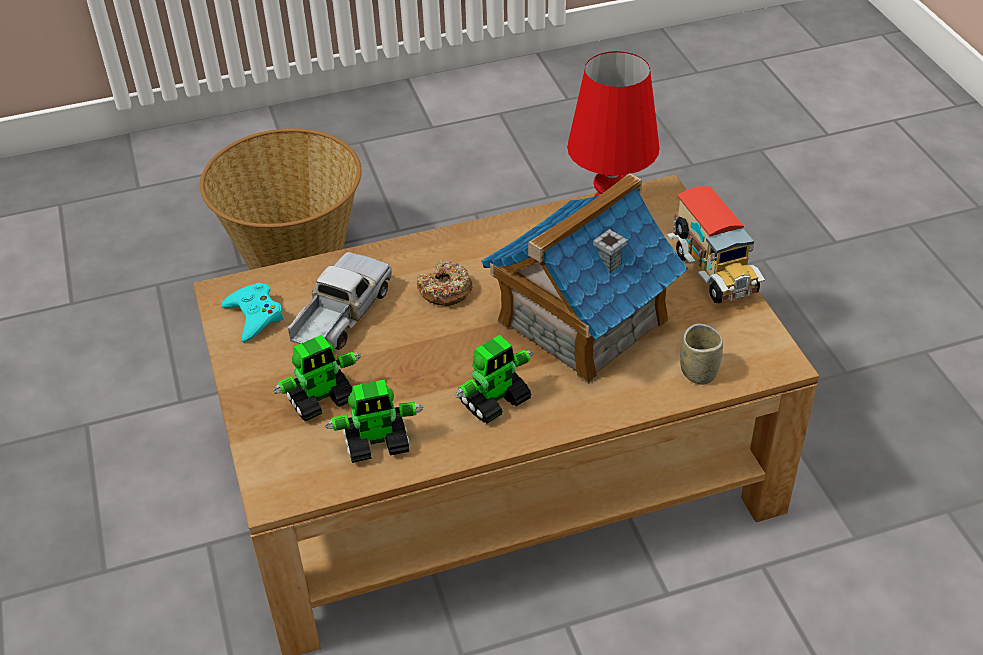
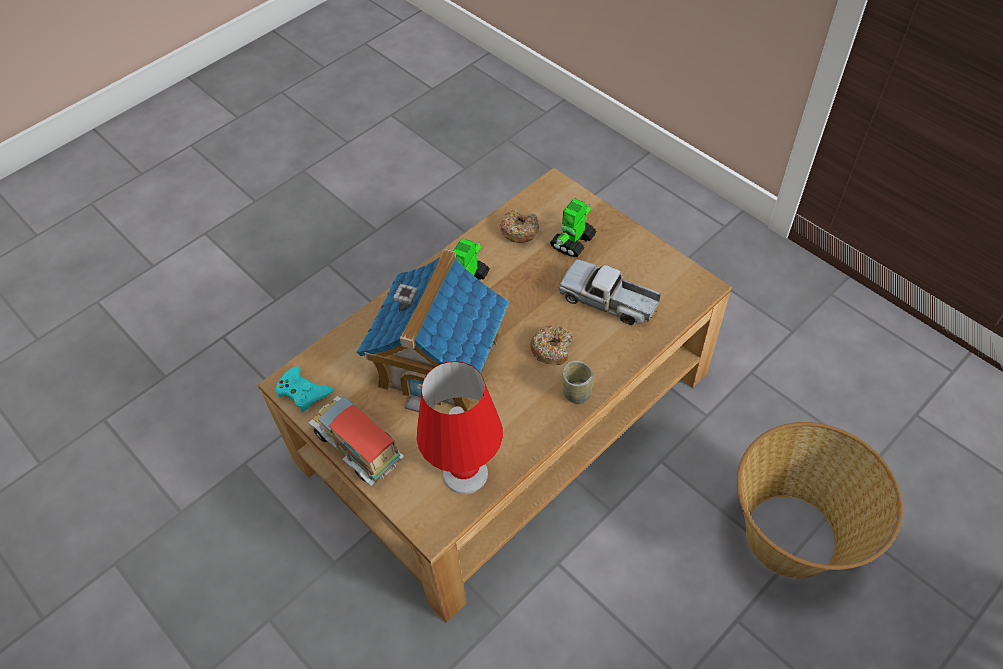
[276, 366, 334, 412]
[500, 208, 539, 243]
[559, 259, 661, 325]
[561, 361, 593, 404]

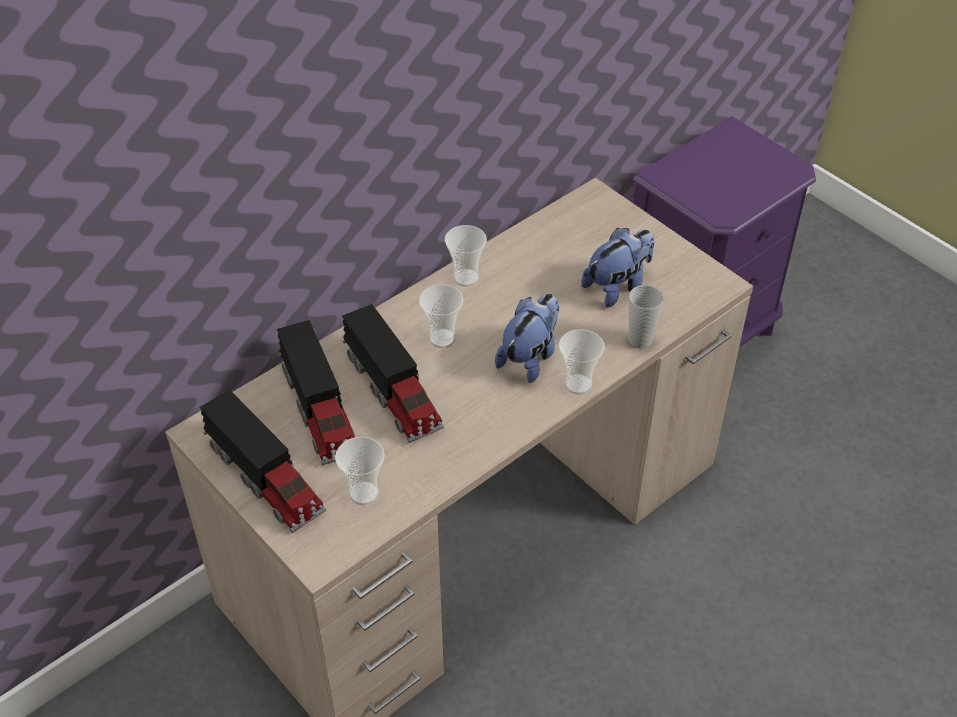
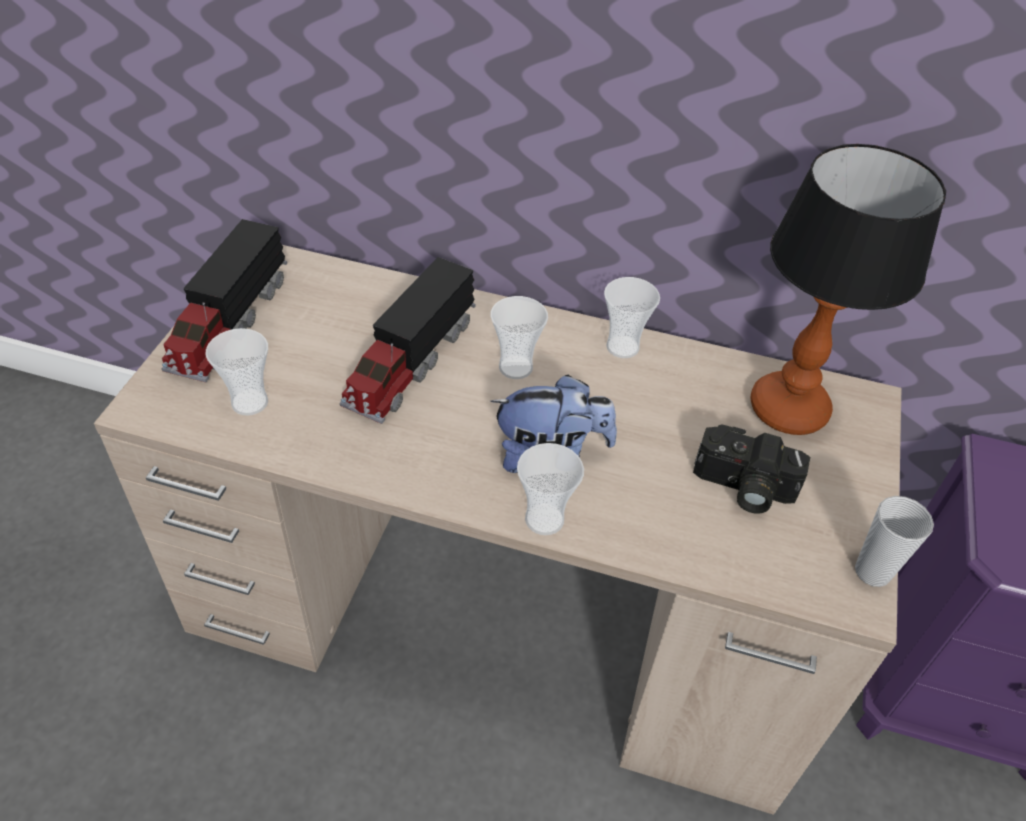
[693, 425, 810, 514]
[751, 144, 946, 435]
[855, 496, 934, 587]
[277, 320, 355, 465] (first image)

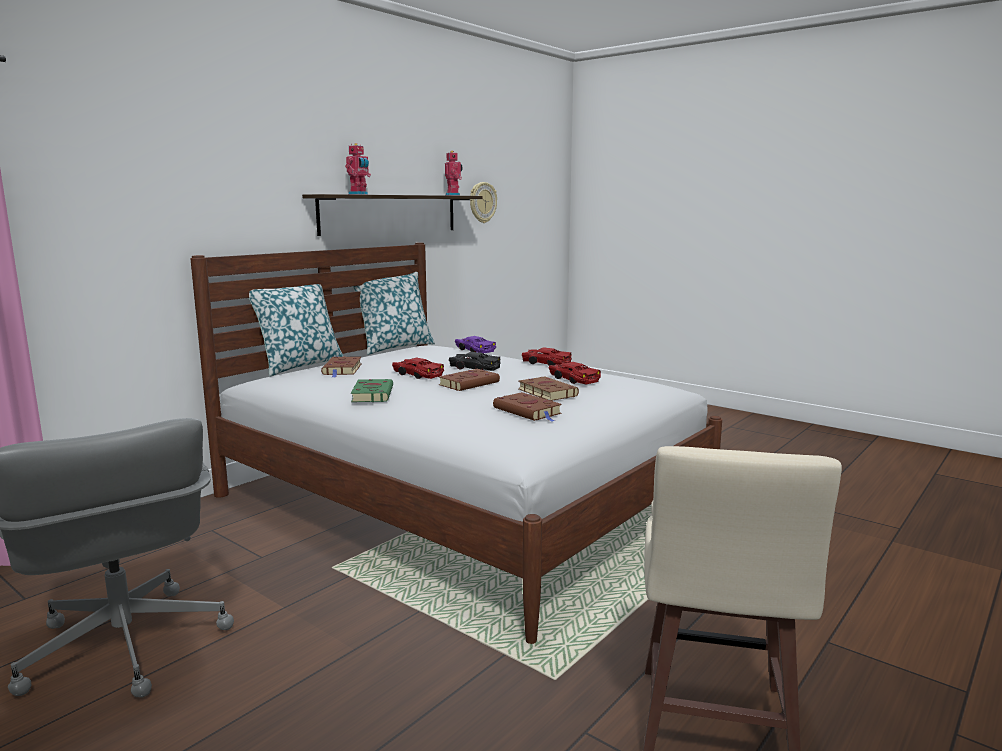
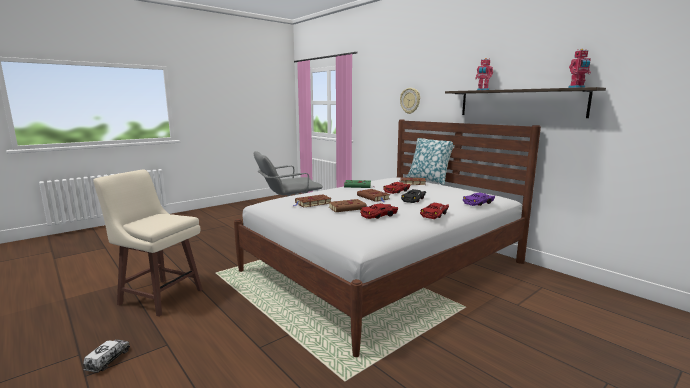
[83, 339, 130, 373]
[400, 88, 420, 114]
[353, 272, 435, 355] (first image)

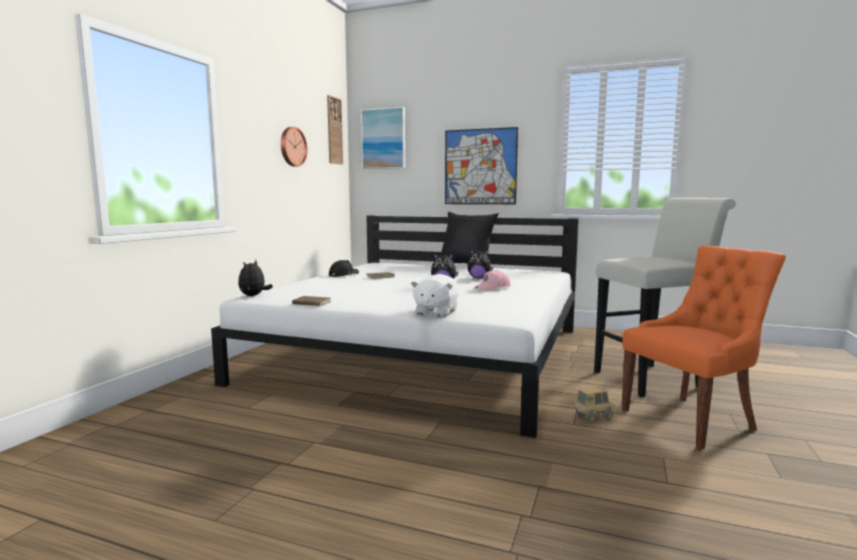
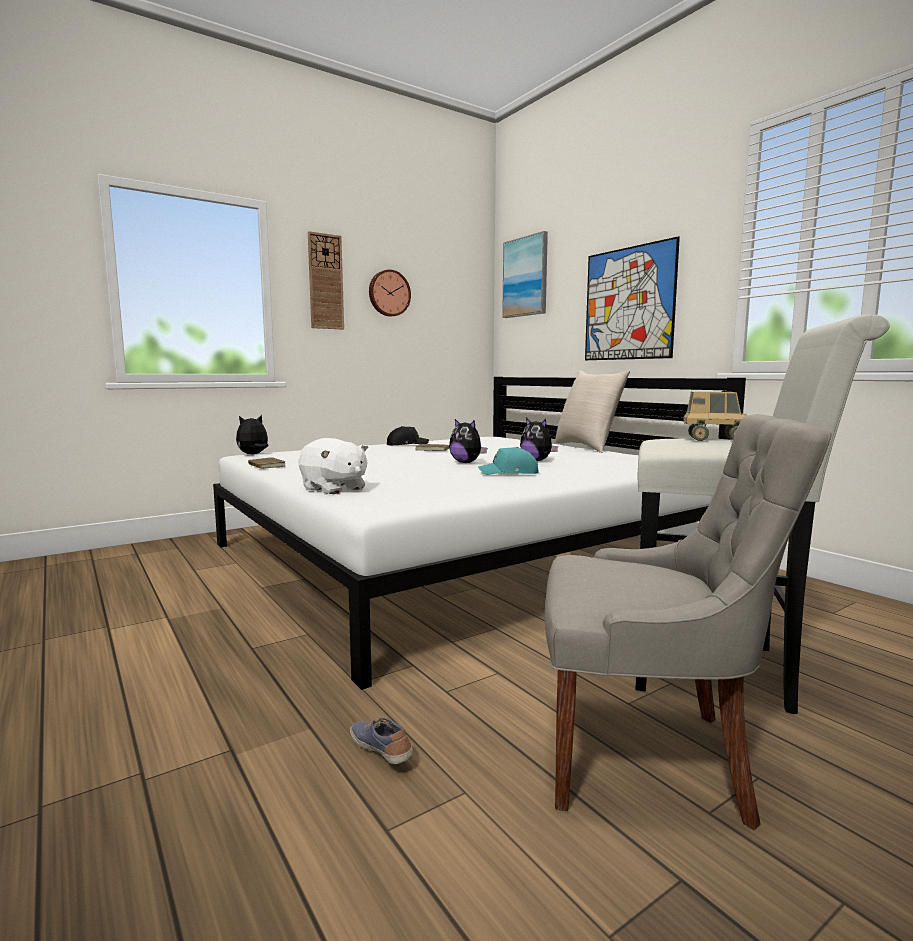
[298, 438, 368, 494]
[308, 231, 344, 330]
[350, 717, 413, 764]
[478, 447, 538, 475]
[545, 414, 832, 830]
[555, 370, 630, 453]
[683, 392, 747, 441]

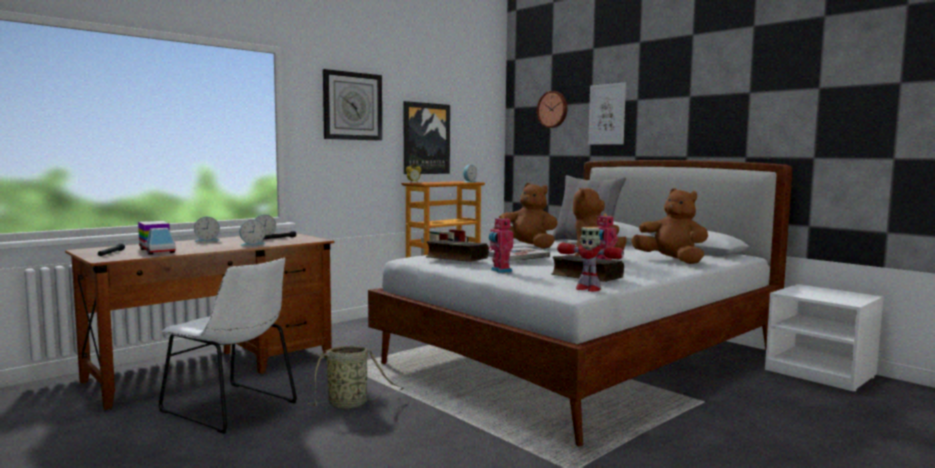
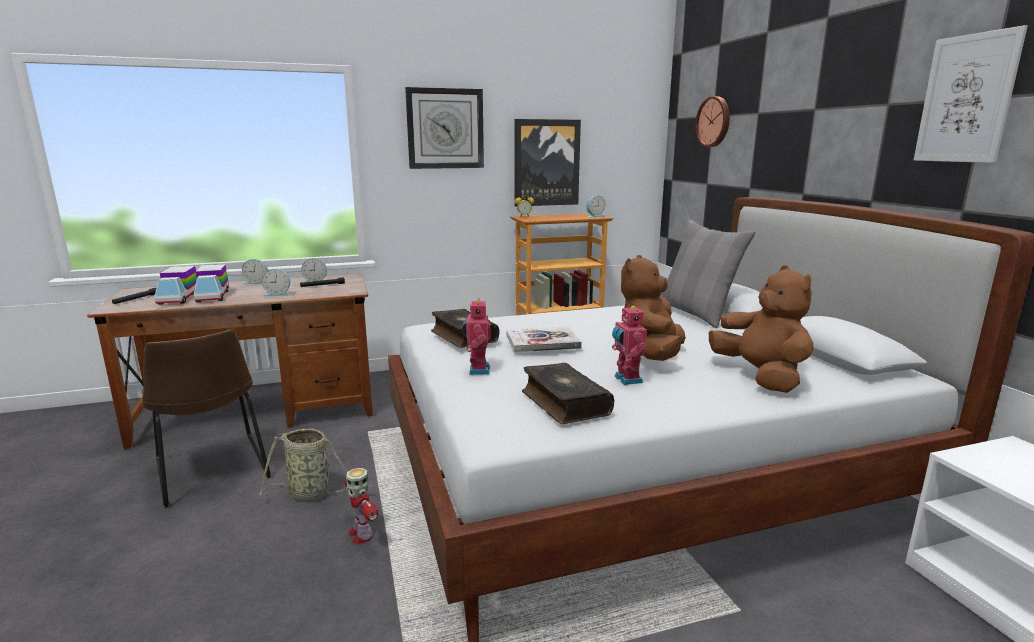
[142, 330, 271, 508]
[194, 264, 229, 302]
[344, 468, 379, 544]
[914, 25, 1028, 163]
[493, 183, 558, 249] (first image)

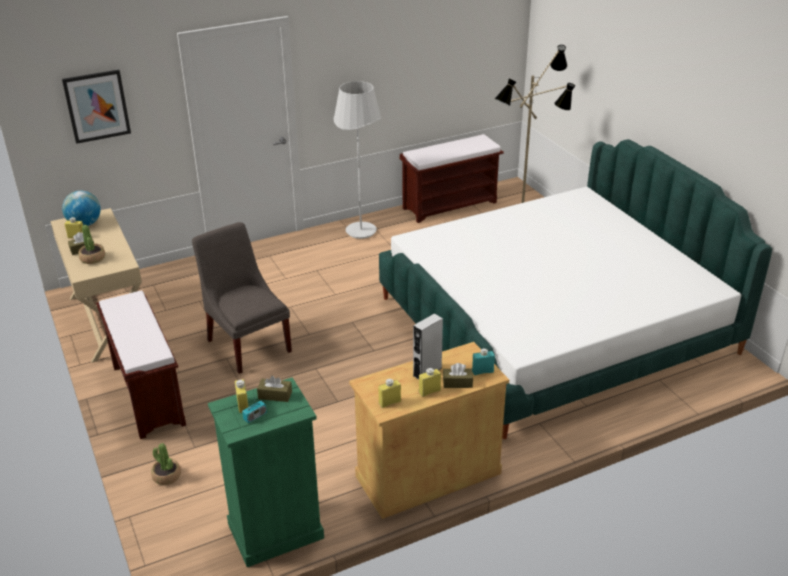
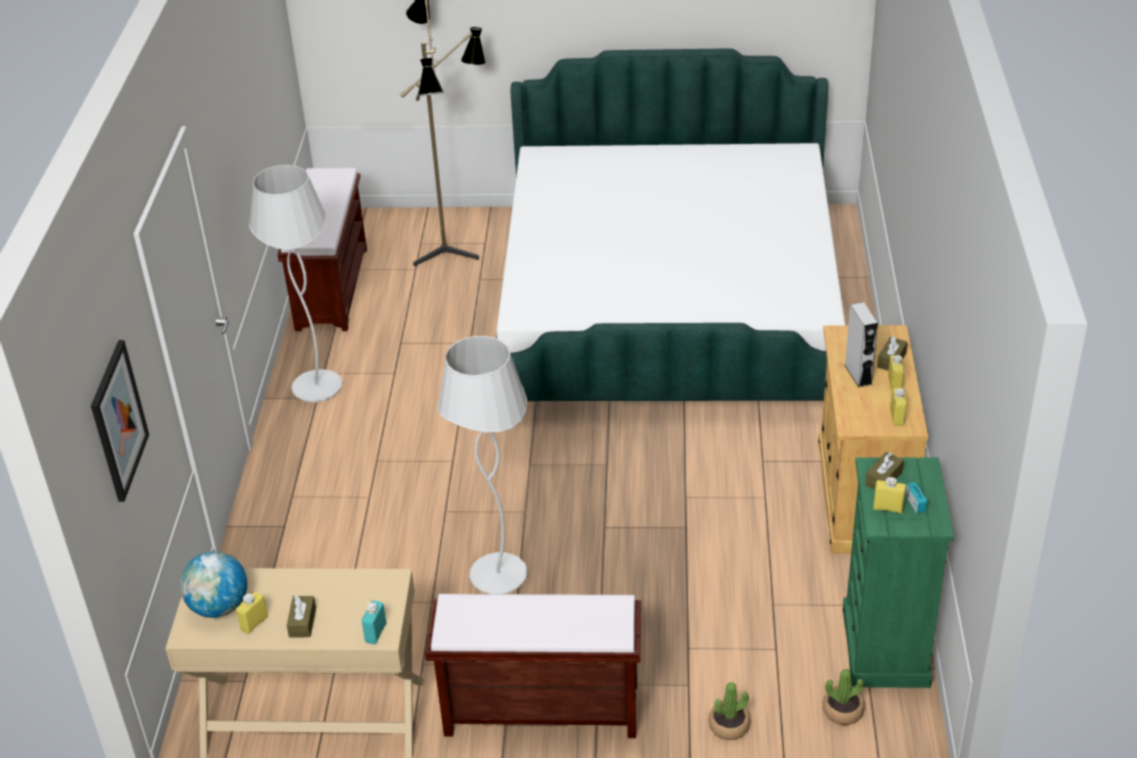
[362, 600, 387, 644]
[437, 336, 527, 594]
[823, 669, 865, 725]

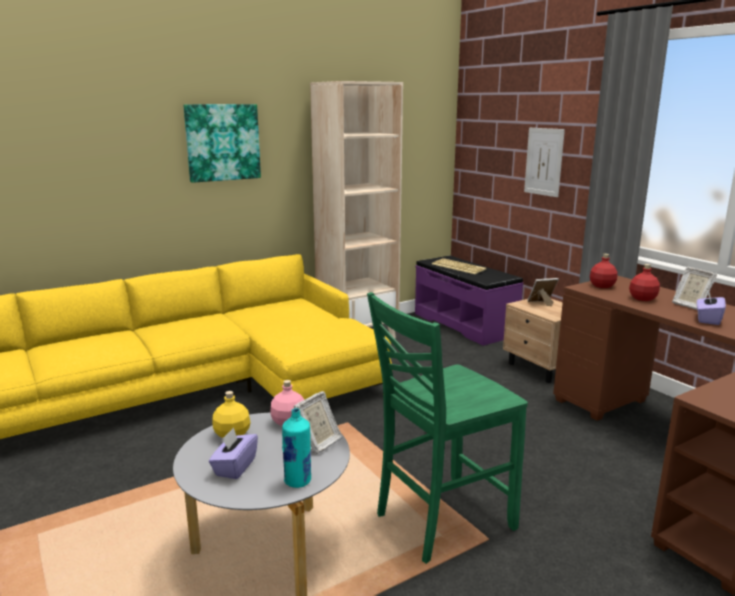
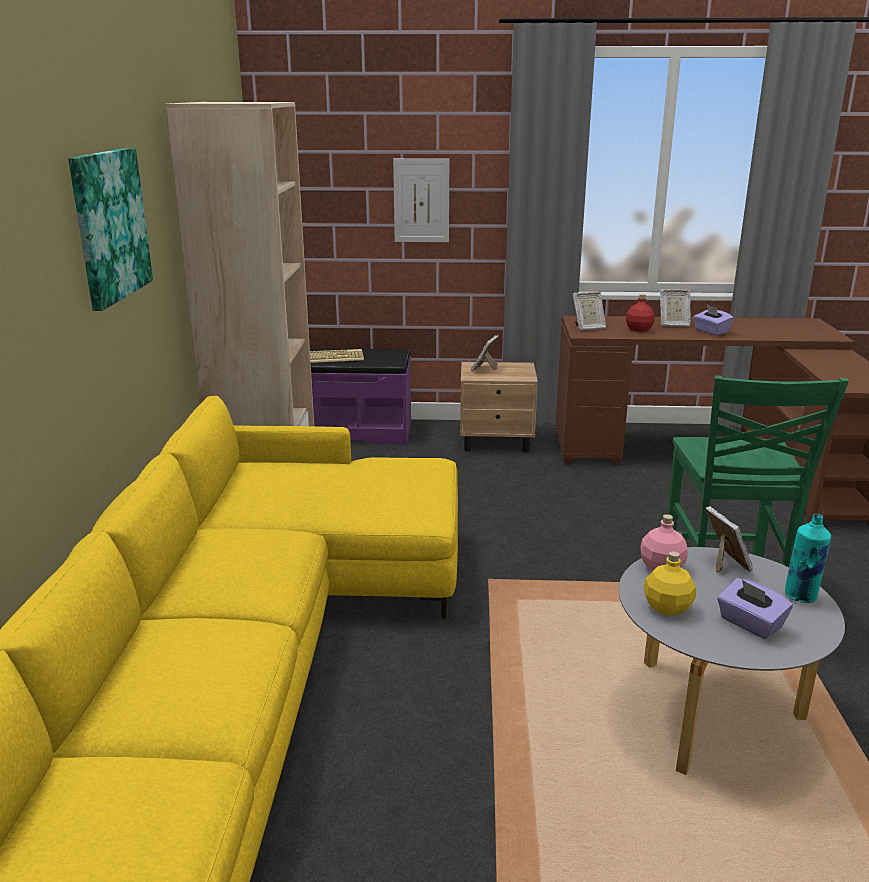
[573, 292, 606, 331]

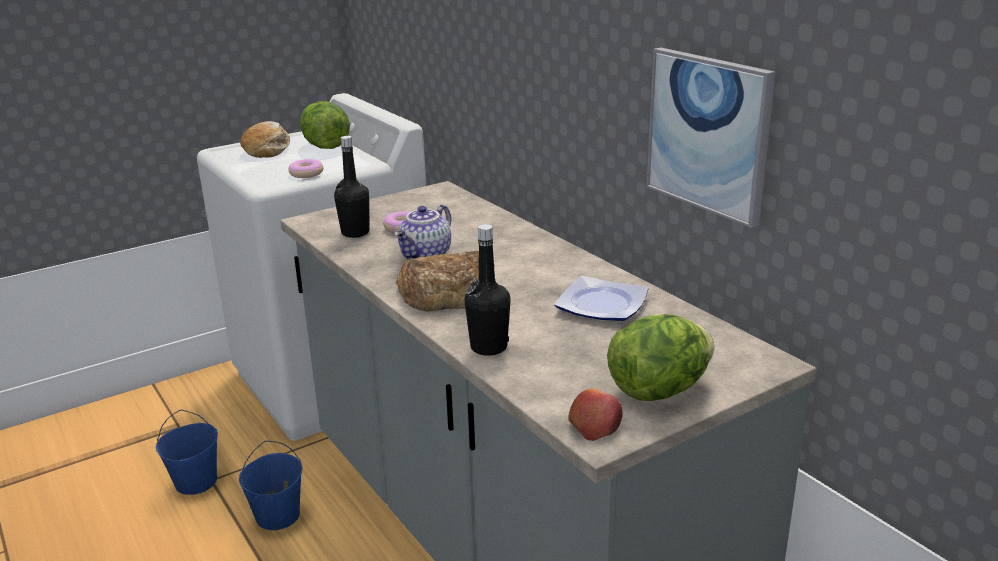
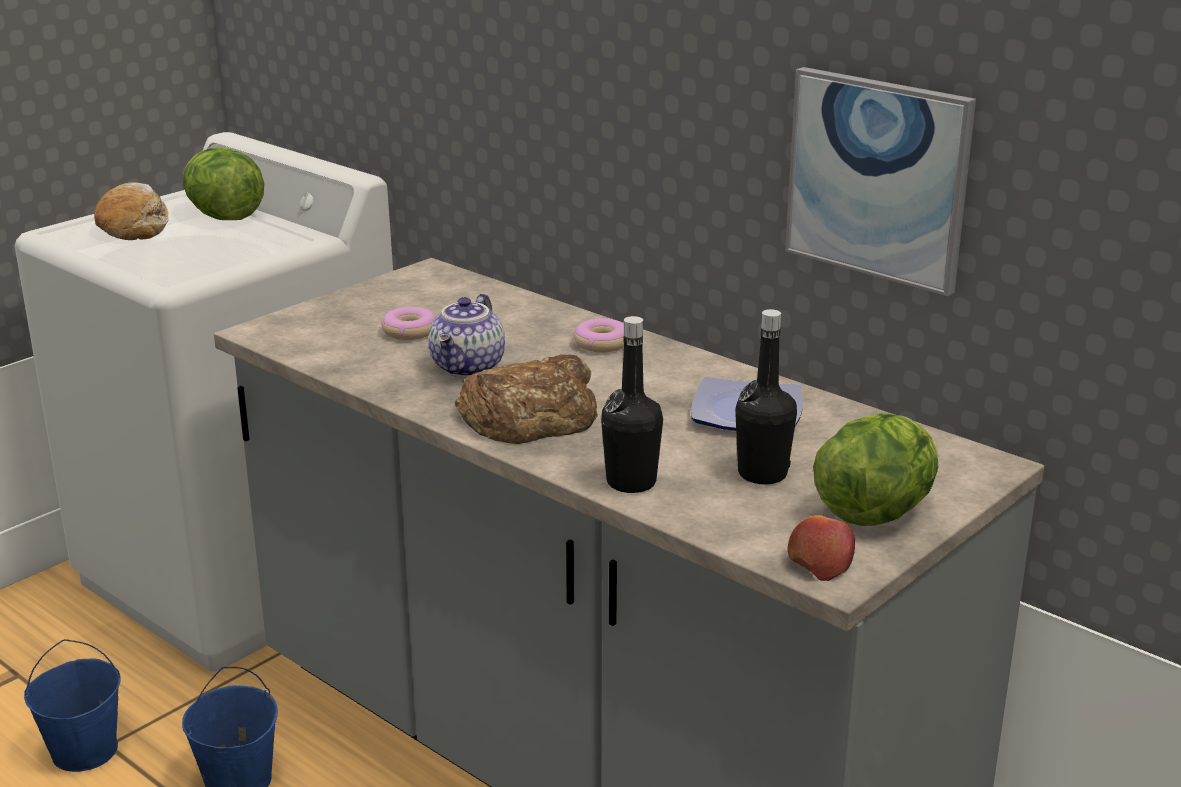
[574, 318, 624, 353]
[735, 309, 797, 484]

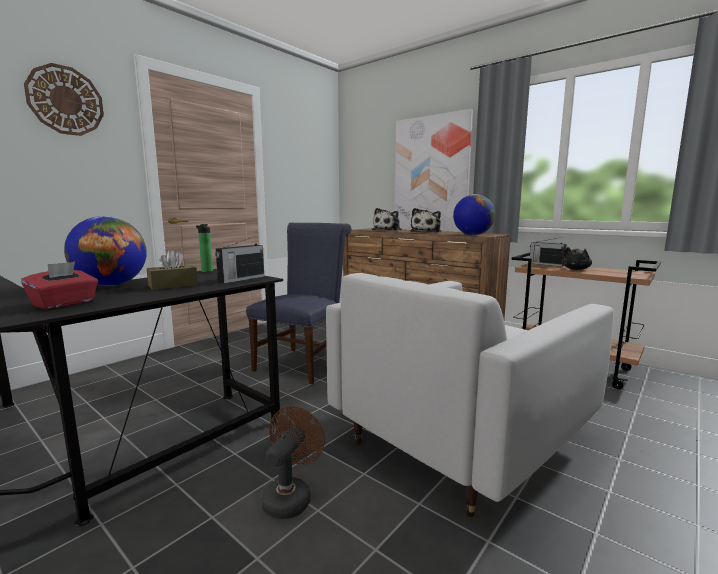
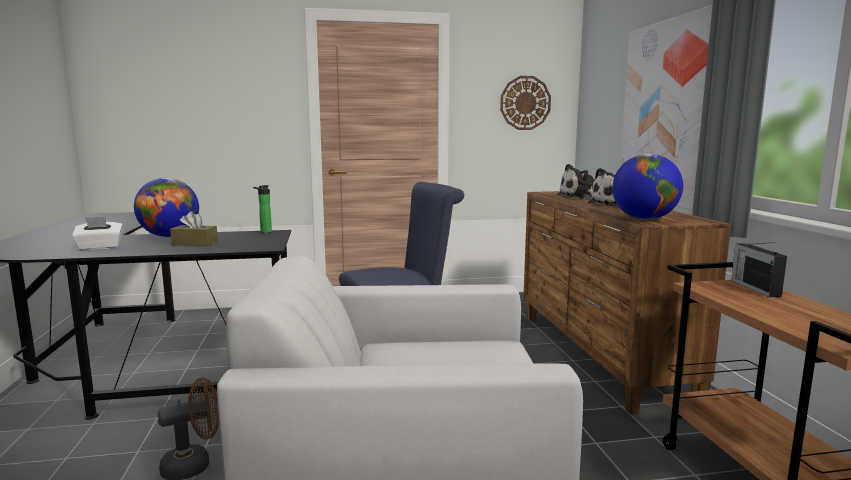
[72, 217, 123, 251]
[500, 76, 551, 130]
[215, 237, 264, 283] (first image)
[563, 247, 592, 270] (first image)

